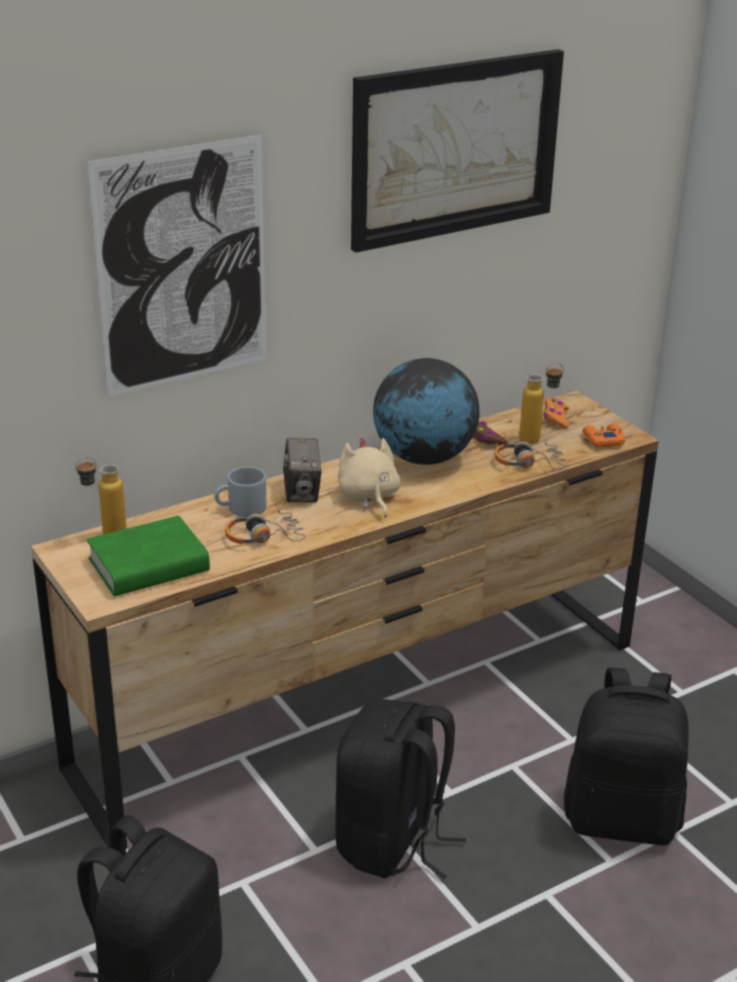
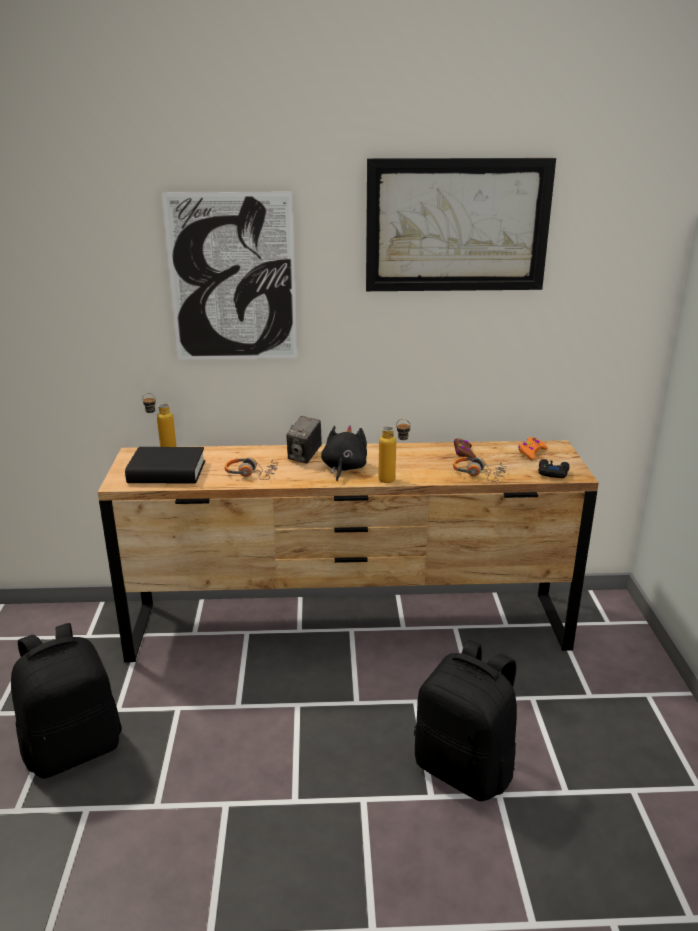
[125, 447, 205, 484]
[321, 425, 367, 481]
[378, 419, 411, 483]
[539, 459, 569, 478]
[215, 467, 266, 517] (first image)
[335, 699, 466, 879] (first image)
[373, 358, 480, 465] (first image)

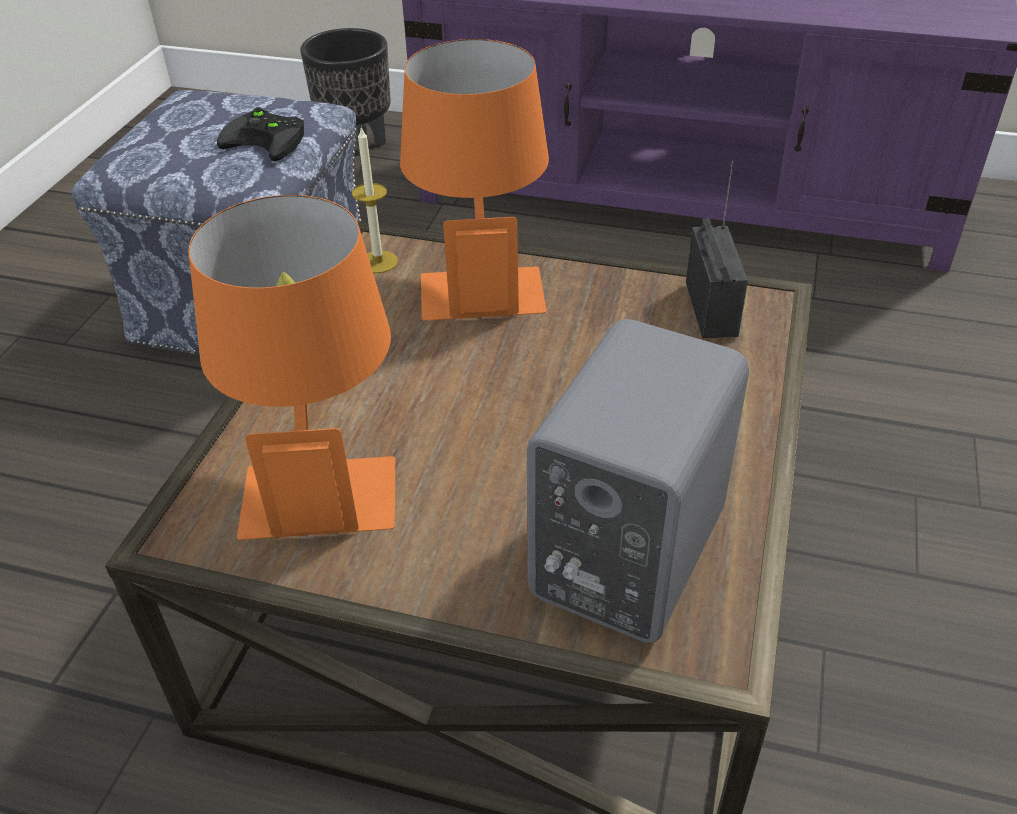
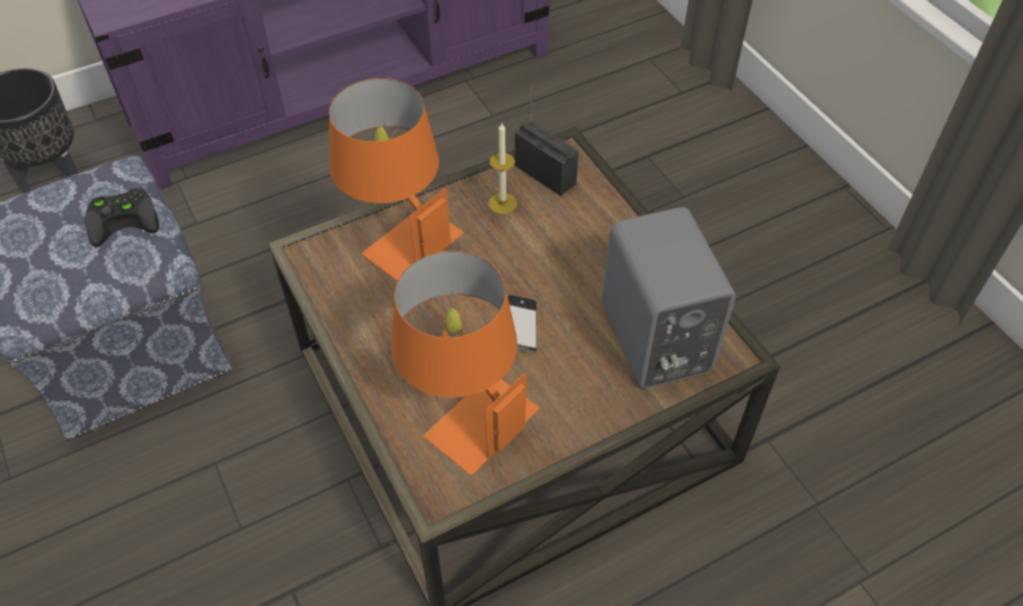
[488, 123, 517, 214]
[508, 295, 537, 353]

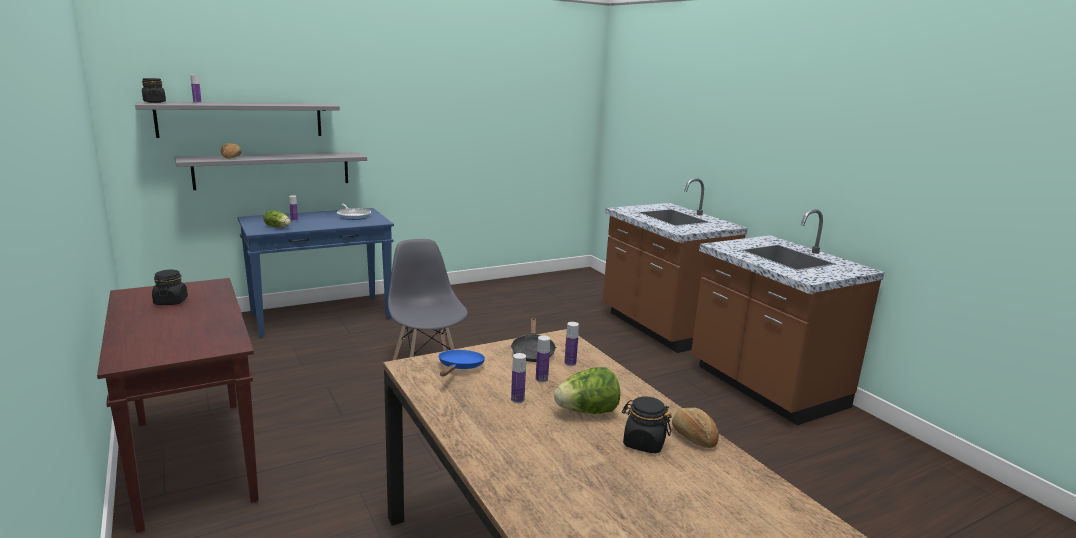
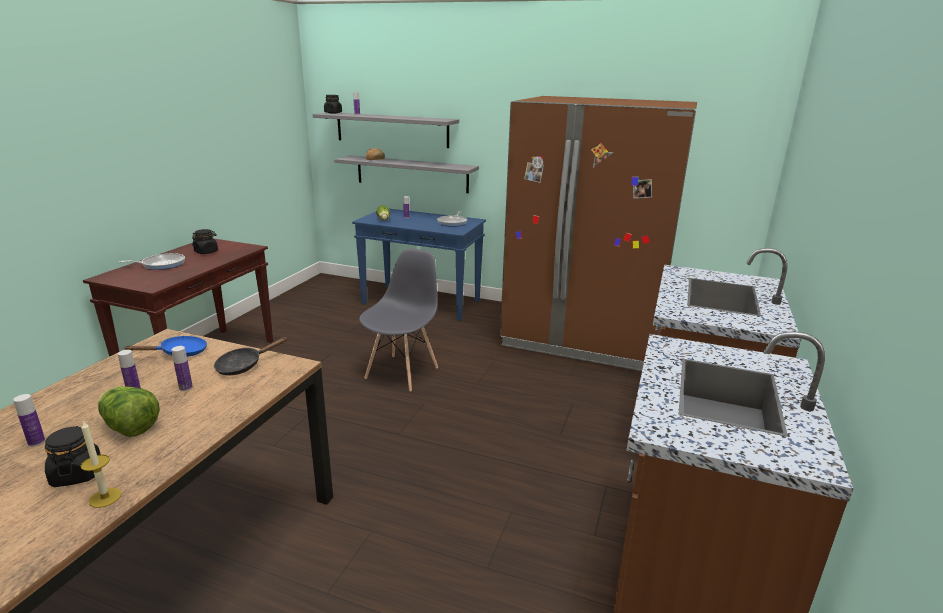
[13, 394, 45, 447]
[81, 421, 122, 508]
[119, 253, 185, 270]
[500, 96, 697, 371]

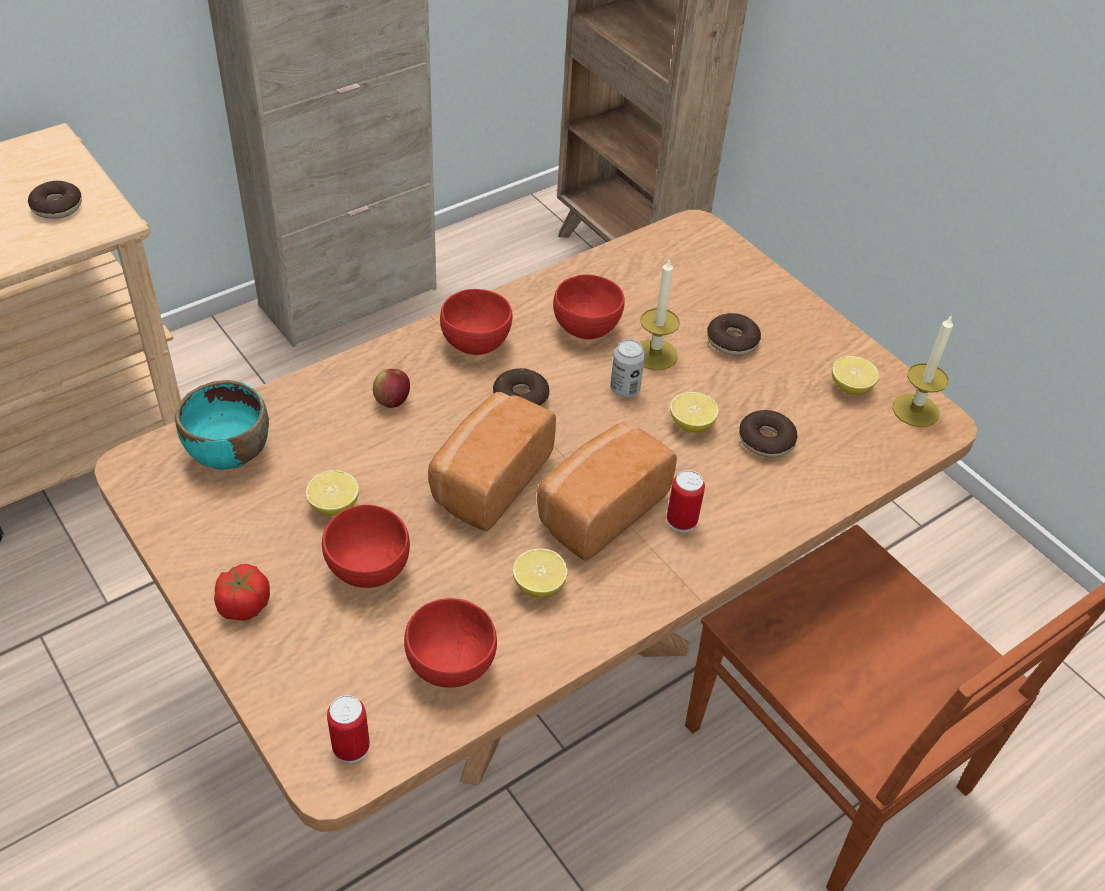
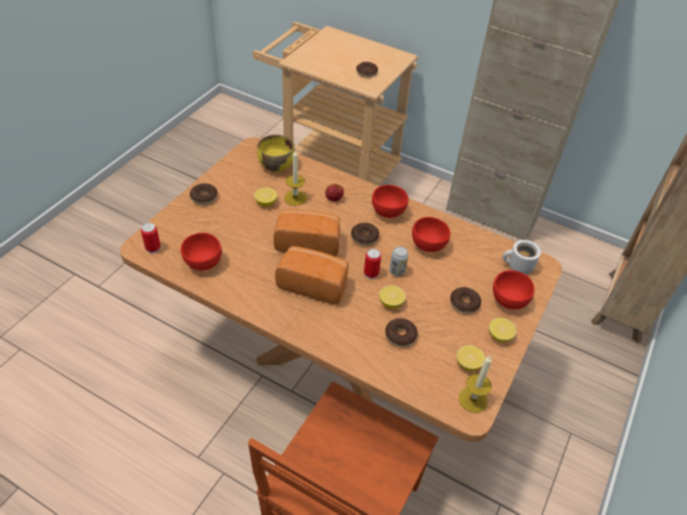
[190, 183, 218, 205]
[257, 135, 295, 172]
[284, 149, 307, 206]
[364, 249, 381, 279]
[489, 318, 517, 342]
[493, 270, 534, 310]
[503, 240, 541, 274]

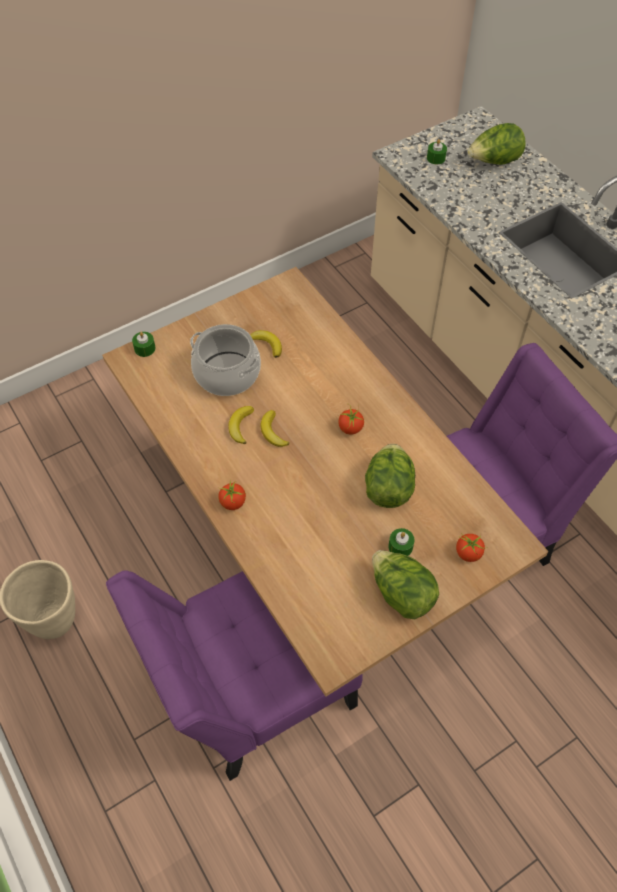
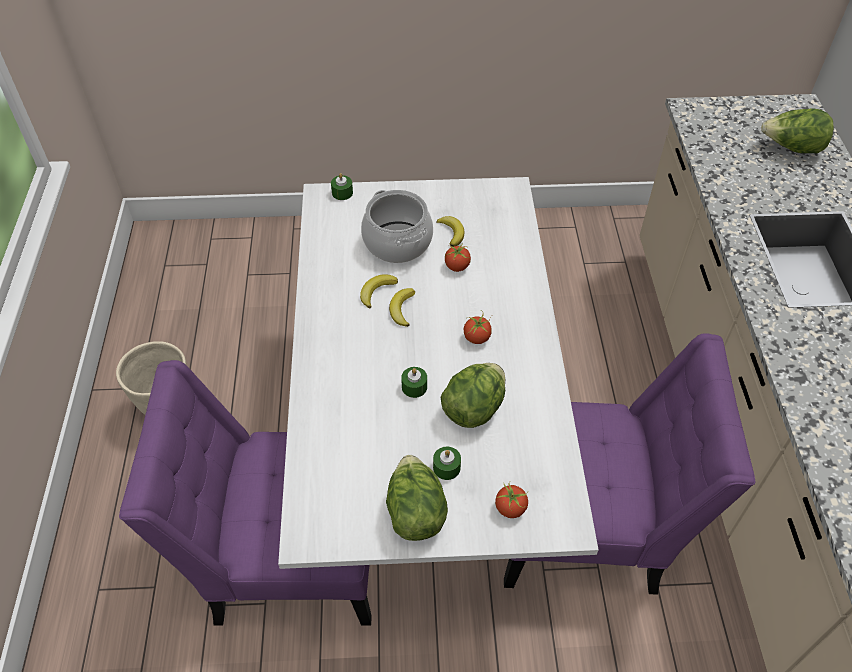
[278, 177, 598, 569]
[401, 367, 427, 398]
[445, 243, 471, 272]

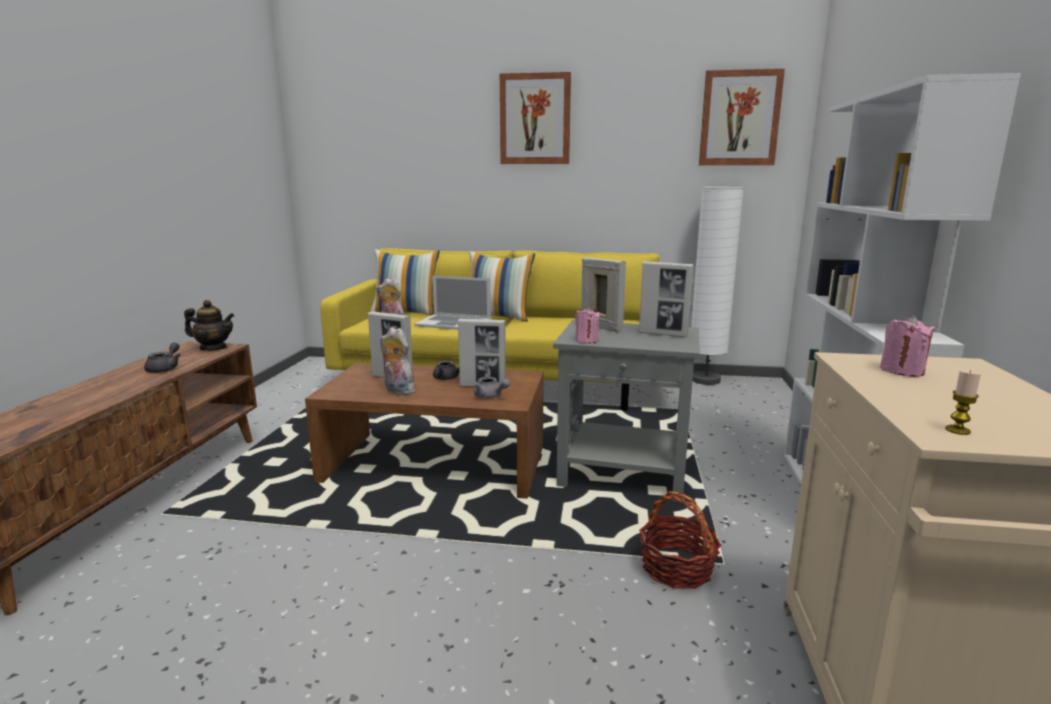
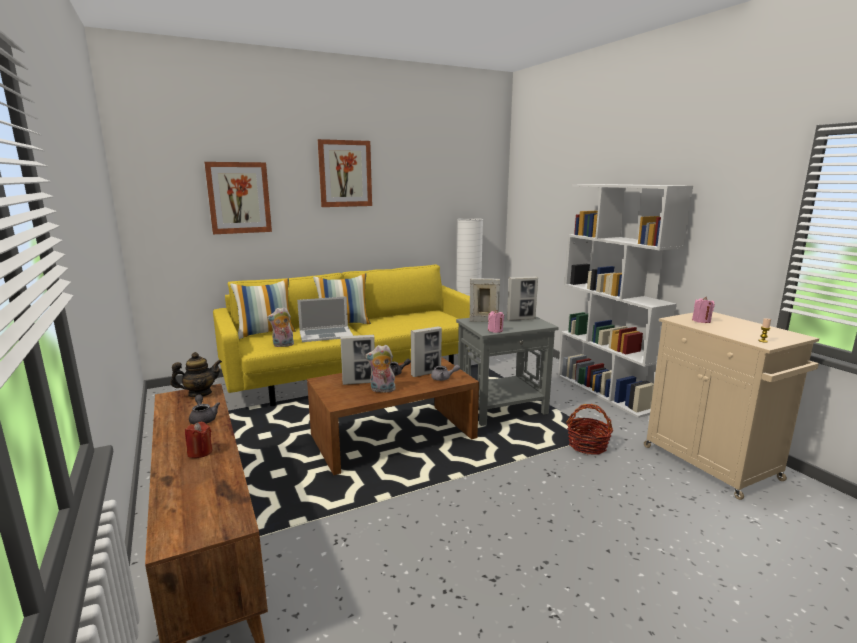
[185, 422, 212, 458]
[204, 162, 272, 234]

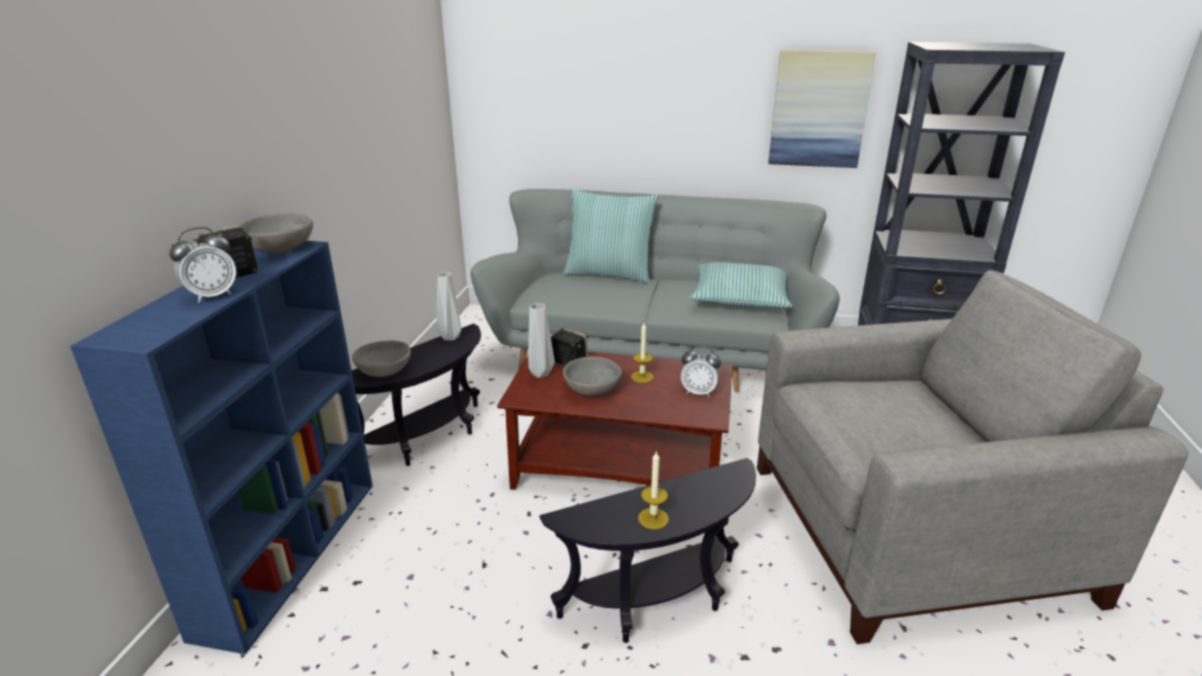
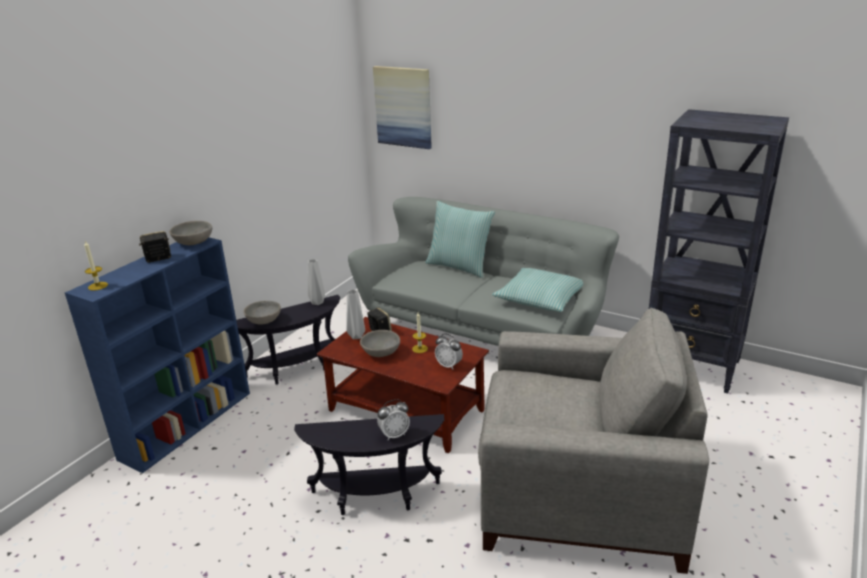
[84, 241, 108, 291]
[373, 66, 432, 149]
[377, 399, 410, 440]

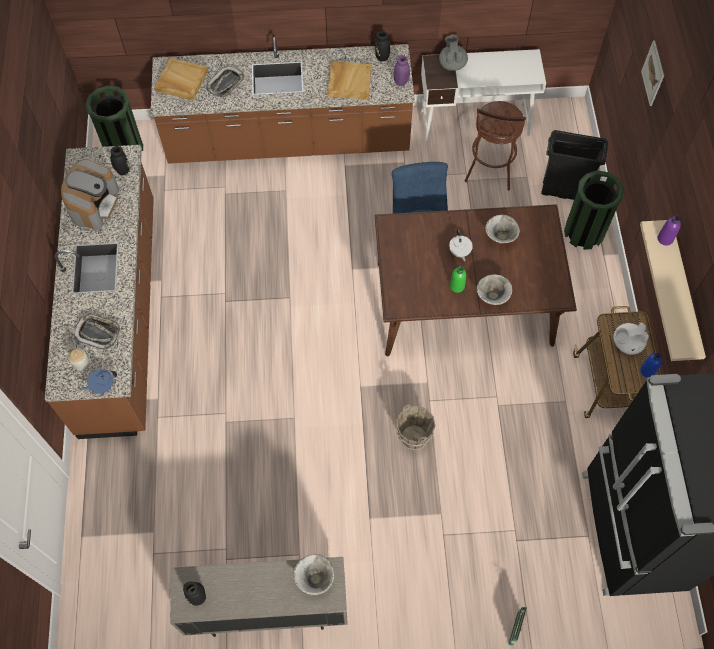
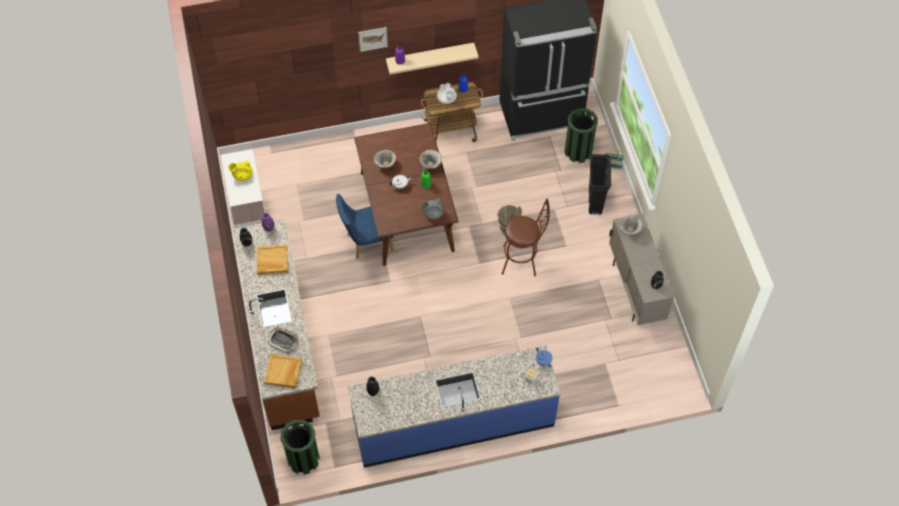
[228, 161, 253, 181]
[348, 345, 561, 468]
[358, 27, 388, 52]
[421, 199, 444, 220]
[502, 198, 550, 277]
[565, 108, 598, 163]
[589, 154, 611, 215]
[61, 159, 119, 230] (first image)
[74, 314, 120, 350] (first image)

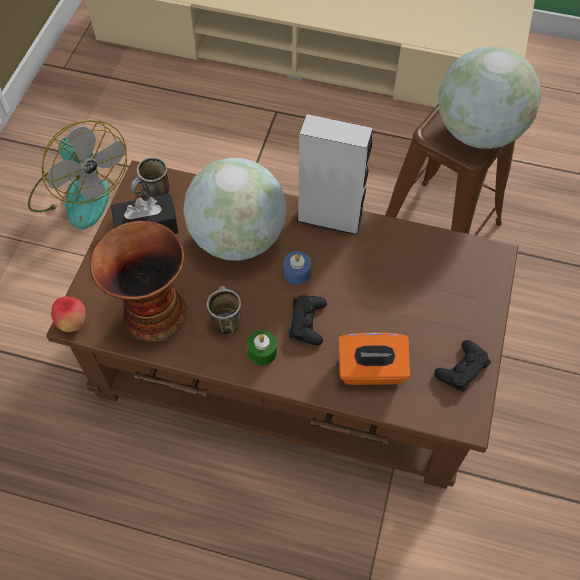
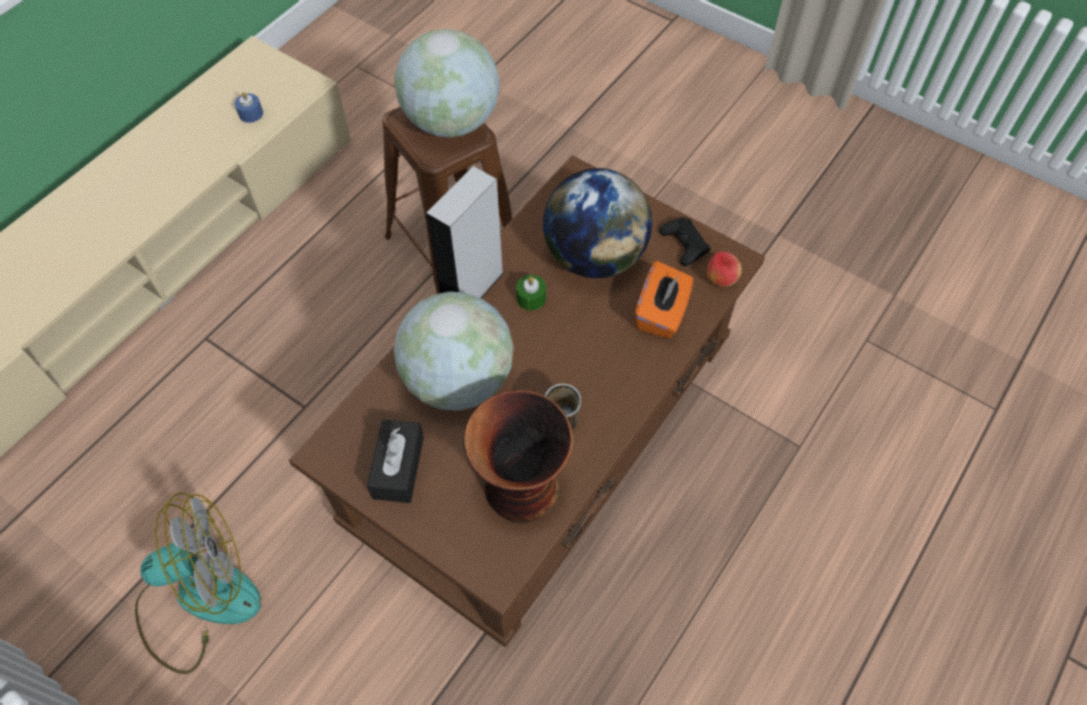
[235, 92, 263, 123]
[516, 275, 546, 311]
[543, 168, 652, 278]
[707, 251, 742, 287]
[131, 157, 170, 198] (first image)
[289, 295, 327, 345] (first image)

